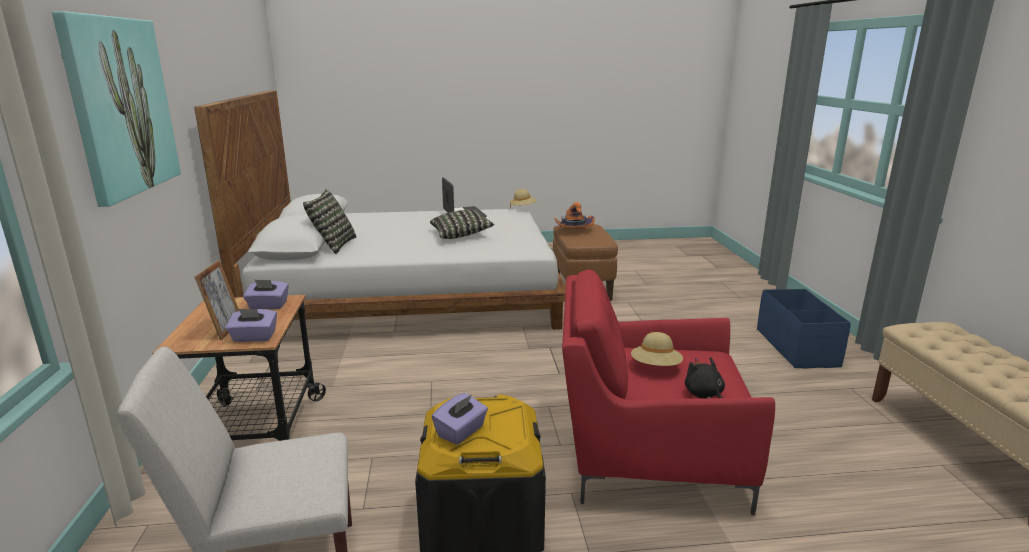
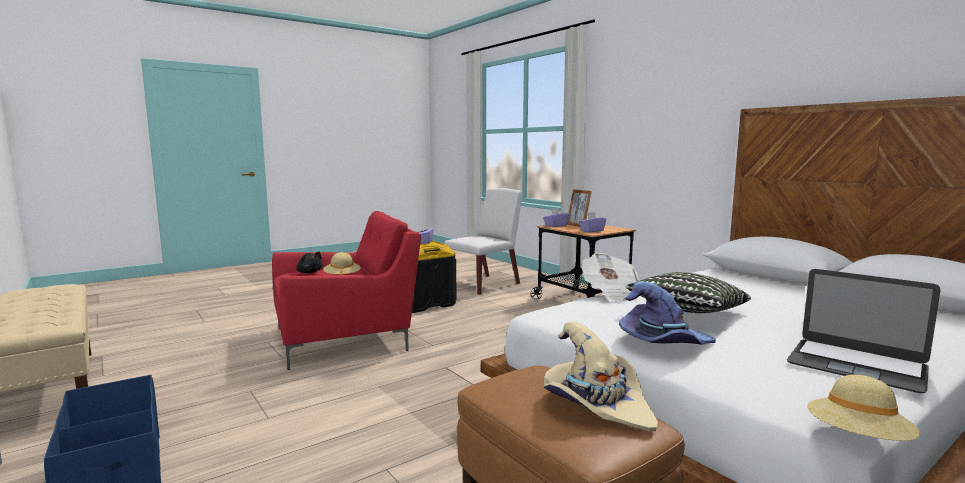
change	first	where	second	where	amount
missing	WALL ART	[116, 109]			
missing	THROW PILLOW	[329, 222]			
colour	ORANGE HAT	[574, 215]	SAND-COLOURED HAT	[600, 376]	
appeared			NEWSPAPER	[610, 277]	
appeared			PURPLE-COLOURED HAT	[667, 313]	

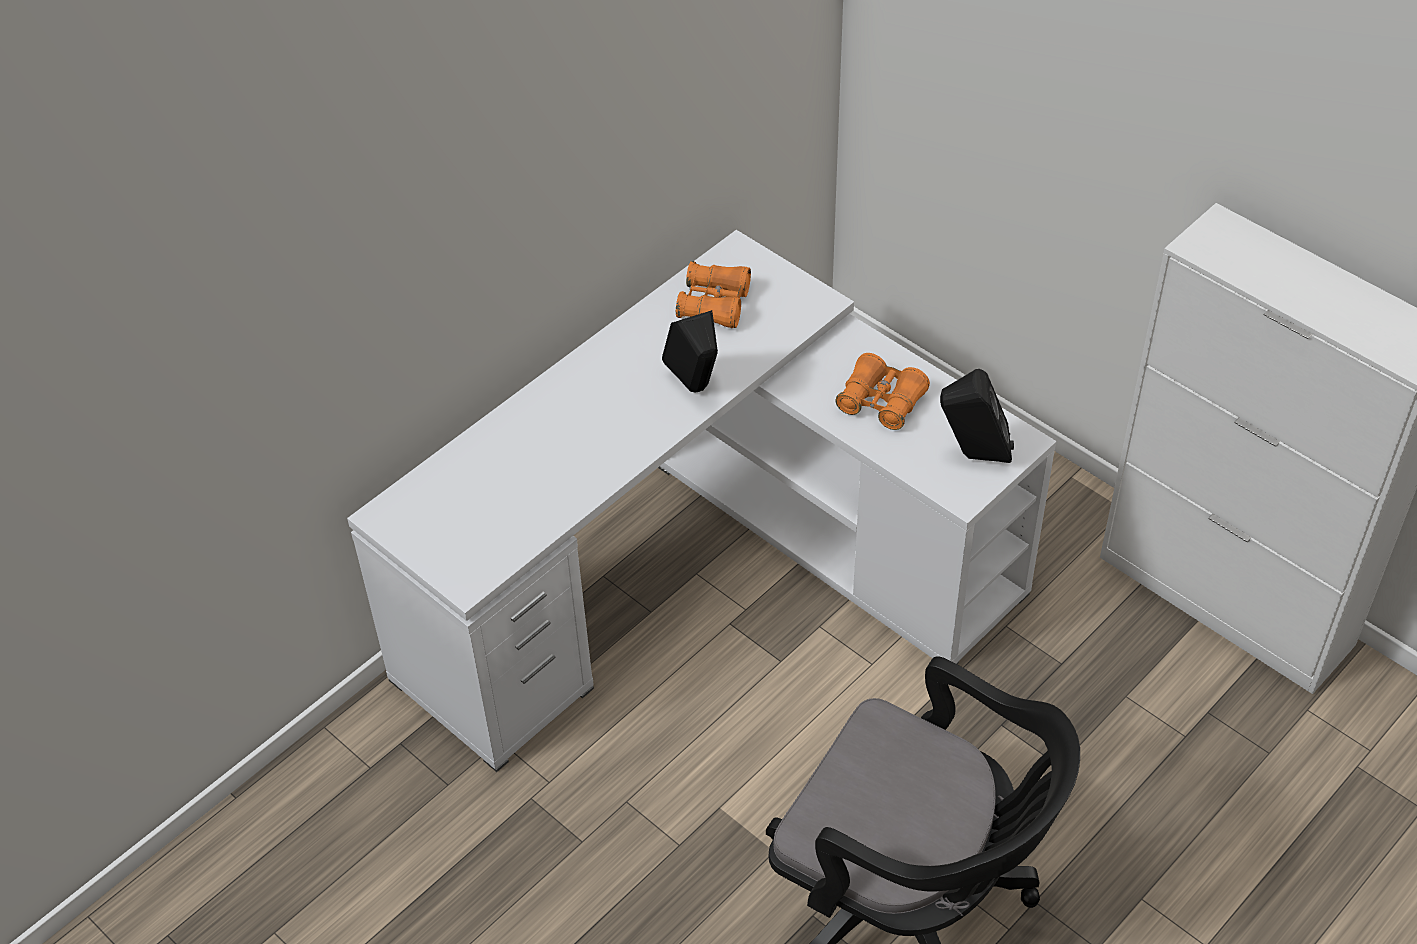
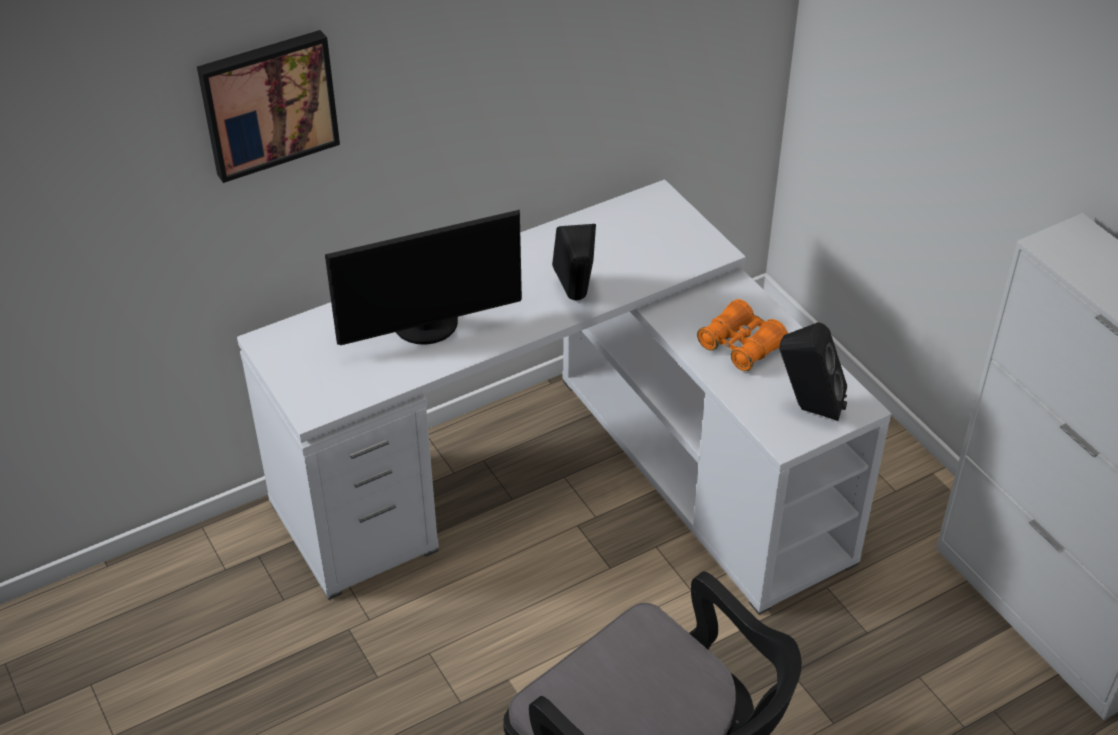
change	first	where	second	where	amount
missing	ORANGE PAIR OF BINOCULARS	[713, 294]			
appeared			WALL ART	[268, 106]	
appeared			COMPUTER DISPLAY	[423, 277]	

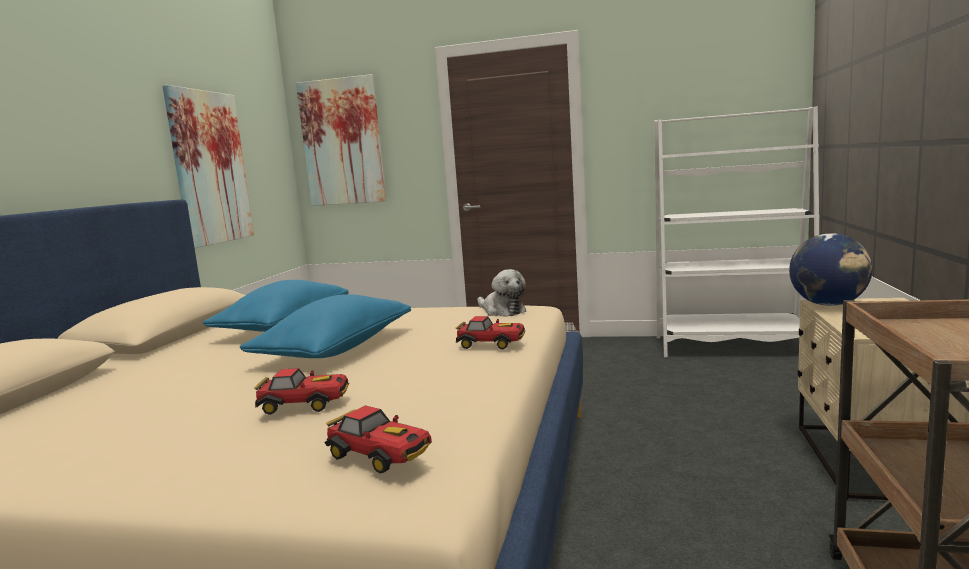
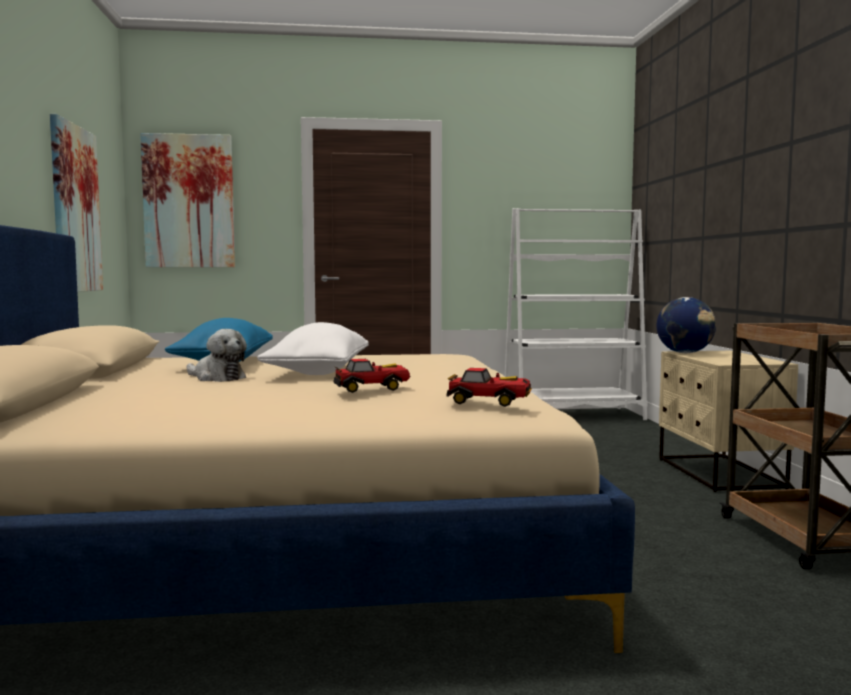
change	first	where	second	where	amount
colour	BLUE-COLOURED THROW PILLOW	[325, 326]	WHITISH THROW PILLOW	[313, 348]	
missing	MINIATURE CAR	[490, 333]			
relocated	CUDDLY TOY	[502, 293]		[217, 355]	

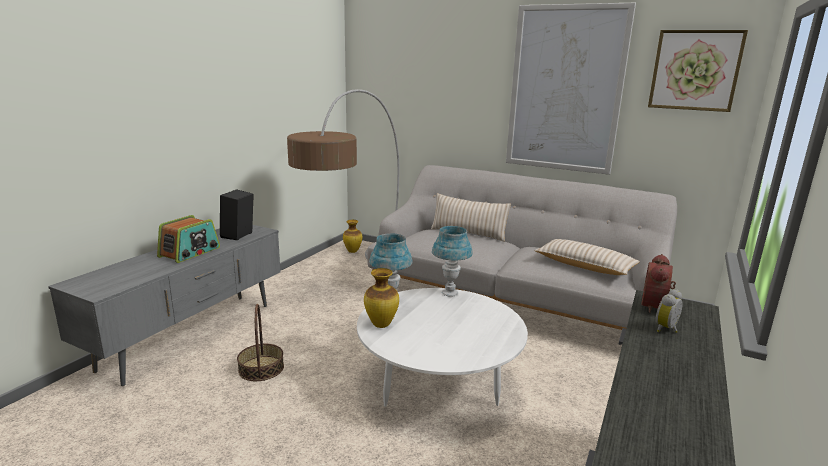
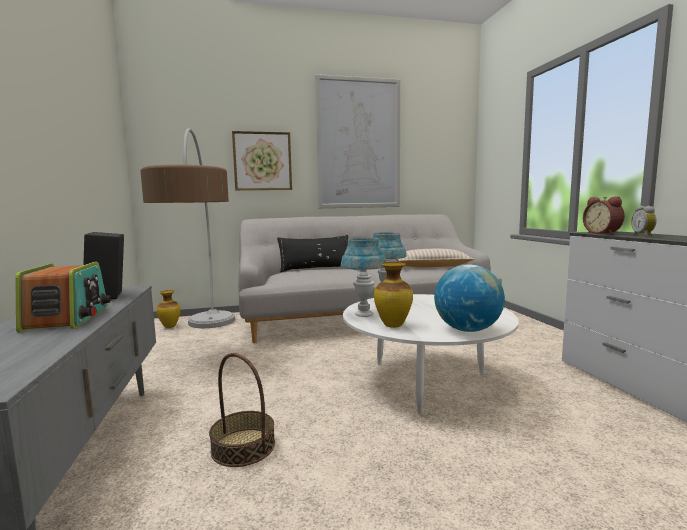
change	first	where	second	where	amount
colour	SAND-COLOURED THROW PILLOW	[471, 217]	BLACK THROW PILLOW	[312, 253]	
relocated	WALL ART	[698, 71]		[262, 160]	
appeared			DESK GLOBE	[469, 298]	

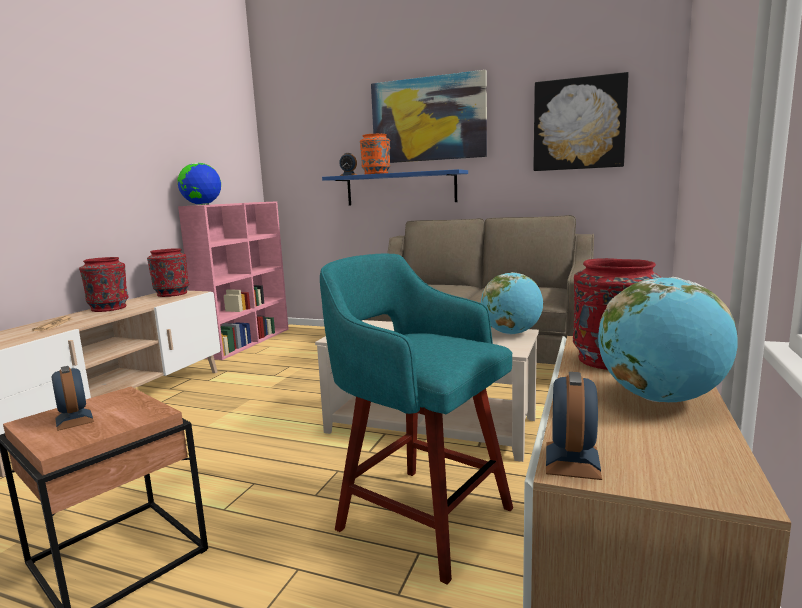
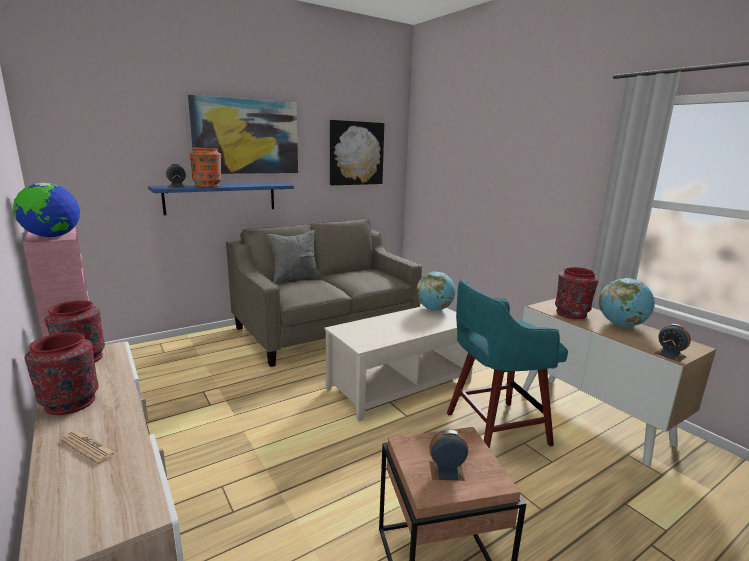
change	first	where	second	where	amount
appeared			GRAY THROW PILLOW	[294, 257]	

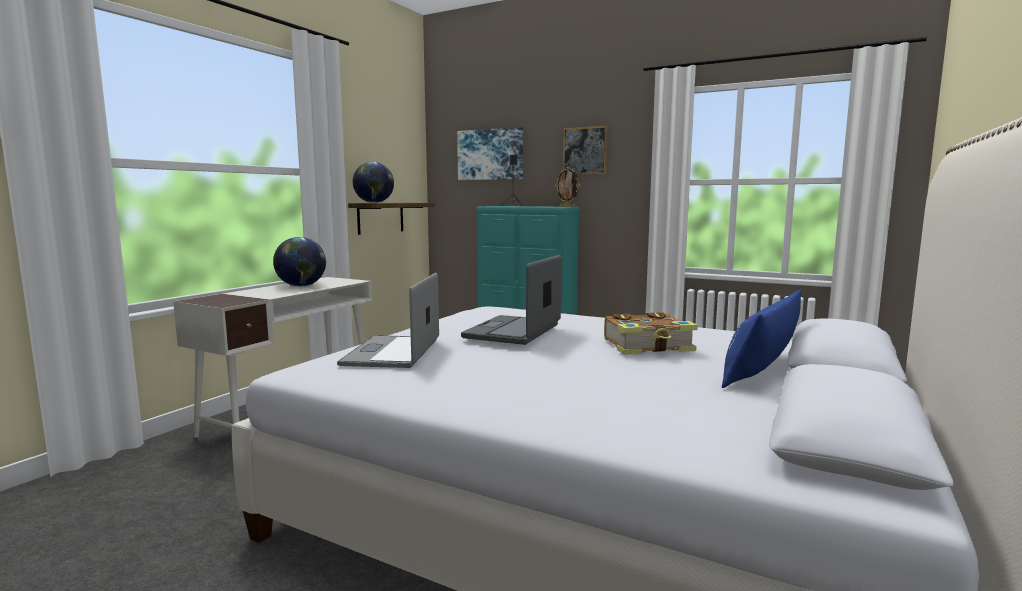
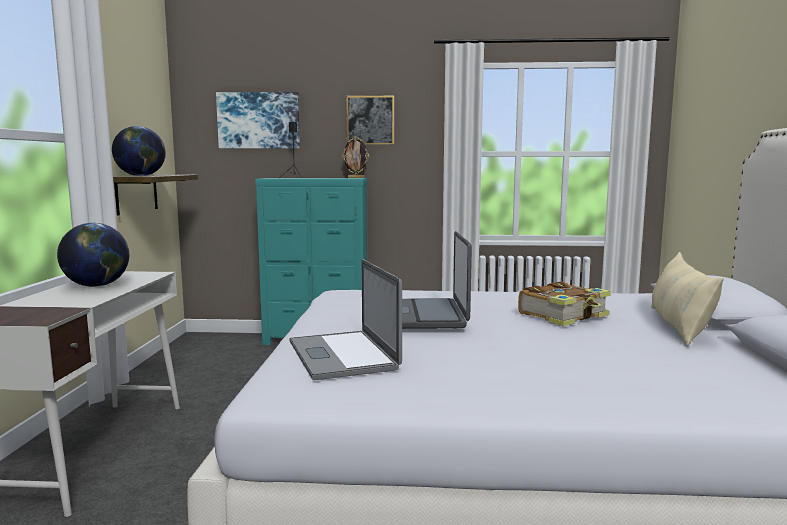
change	first	where	second	where	amount
colour	BLUE-COLOURED THROW PILLOW	[762, 338]	SAND-COLOURED THROW PILLOW	[687, 299]	

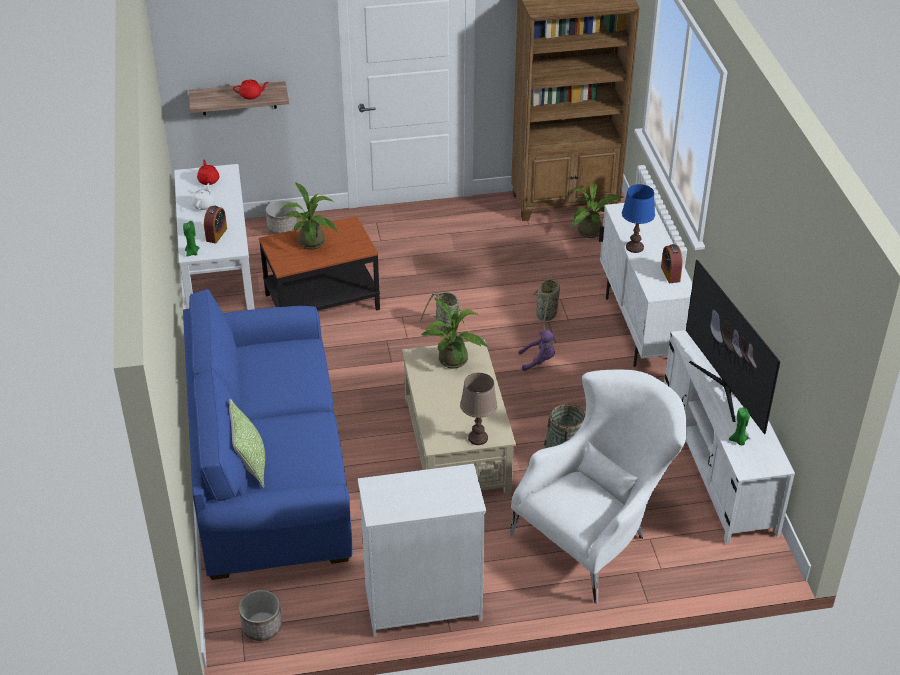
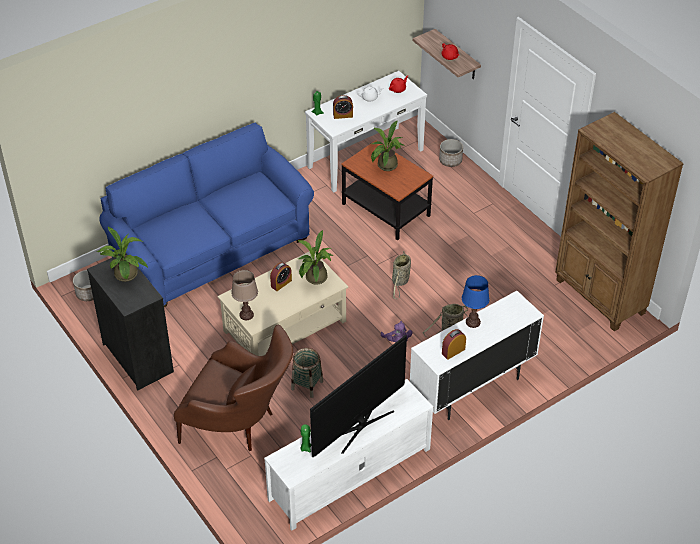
change	first	where	second	where	amount
missing	THROW PILLOW	[247, 443]			
colour	WHITISH DRESSER	[422, 550]	BLACK DRESSER	[130, 322]	
colour	WHITISH LOUNGE CHAIR	[598, 487]	BROWN-COLOURED LOUNGE CHAIR	[233, 388]	
relocated	POTTED PLANT	[598, 211]		[122, 254]	
appeared			BEDSIDE CLOCK	[281, 276]	

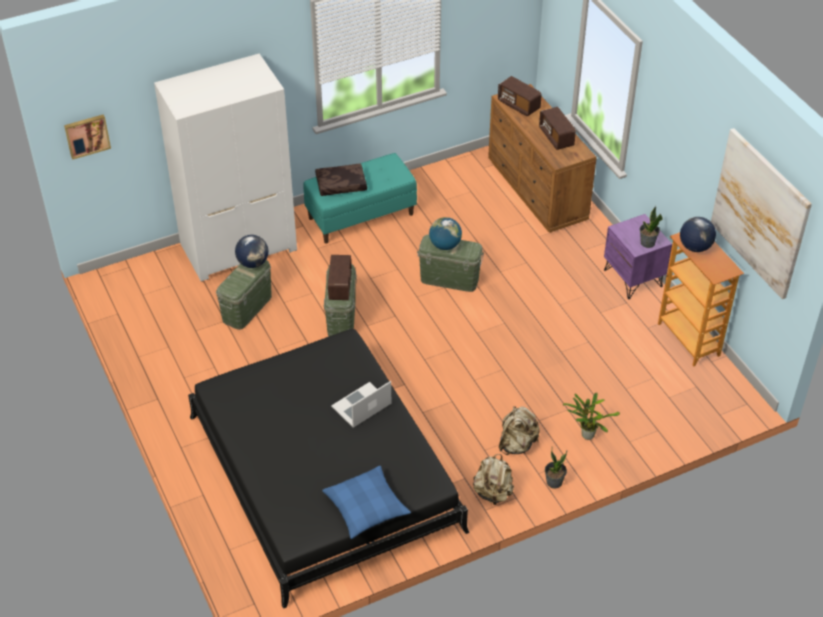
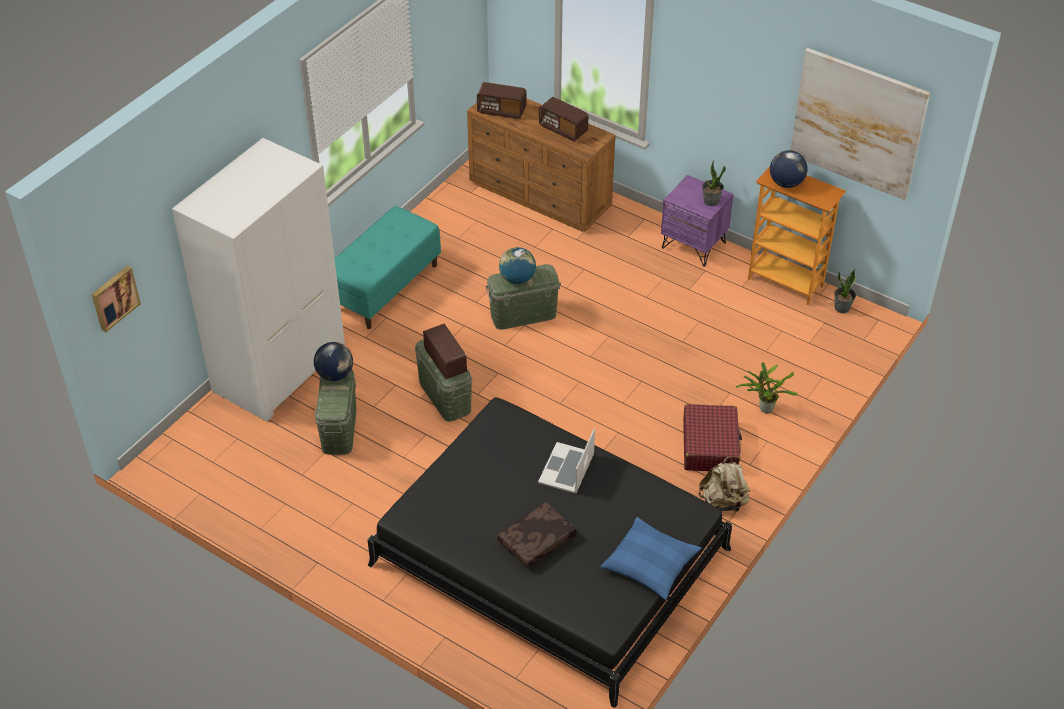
change	first	where	second	where	amount
relocated	BROWN-COLOURED THROW PILLOW	[341, 180]		[537, 535]	
exchanged	SAND-COLOURED RUCKSACK	[519, 430]	RED-COLOURED SUITCASE	[712, 437]	
relocated	POTTED PLANT	[556, 468]		[845, 291]	

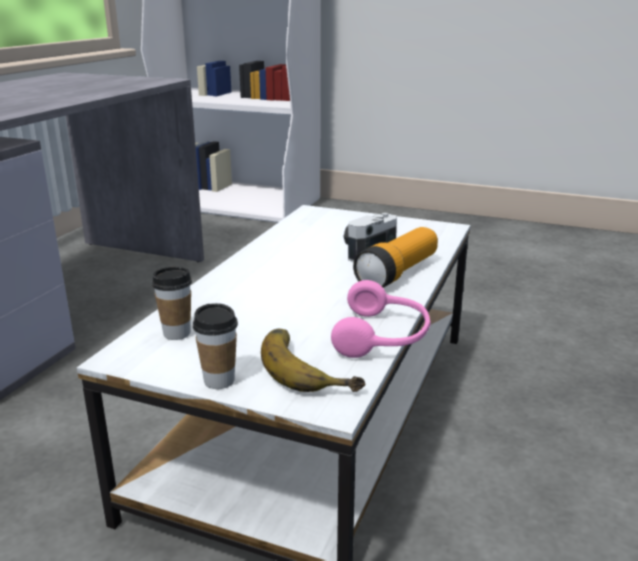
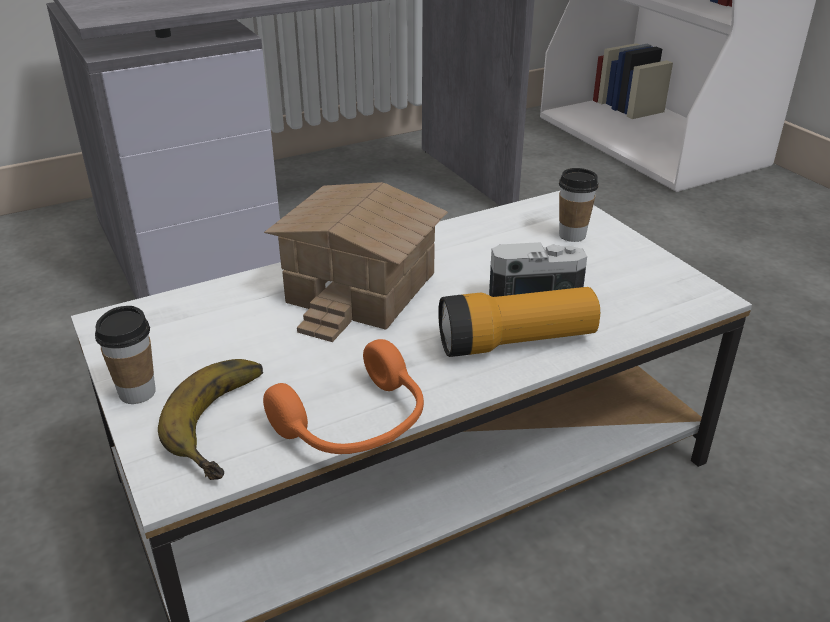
change	first	where	second	where	amount
relocated	SMALL CUP	[172, 303]		[578, 205]	
colour	PINKISH HEADSET	[381, 319]	ORANGE HEADSET	[343, 396]	
appeared			TOY HOUSE	[356, 262]	

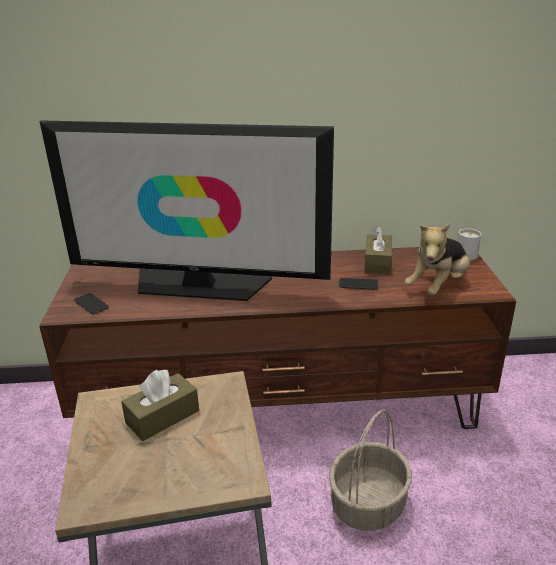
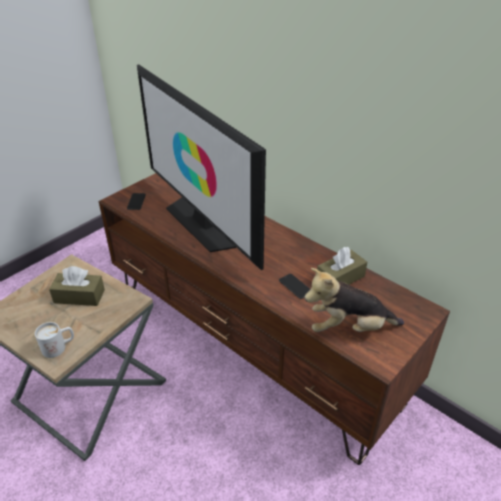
change	first	where	second	where	amount
missing	HOUSEHOLD BASKET	[370, 470]			
relocated	WHITISH COFFEE MUG	[469, 245]		[54, 340]	

